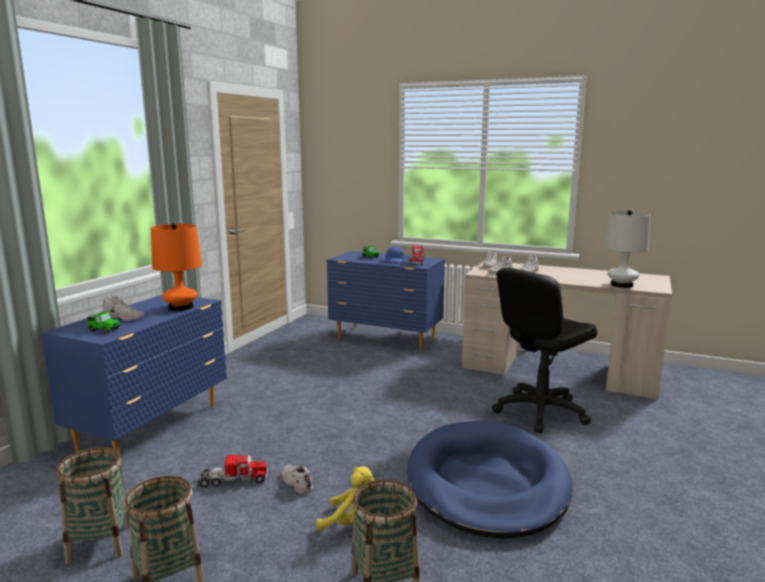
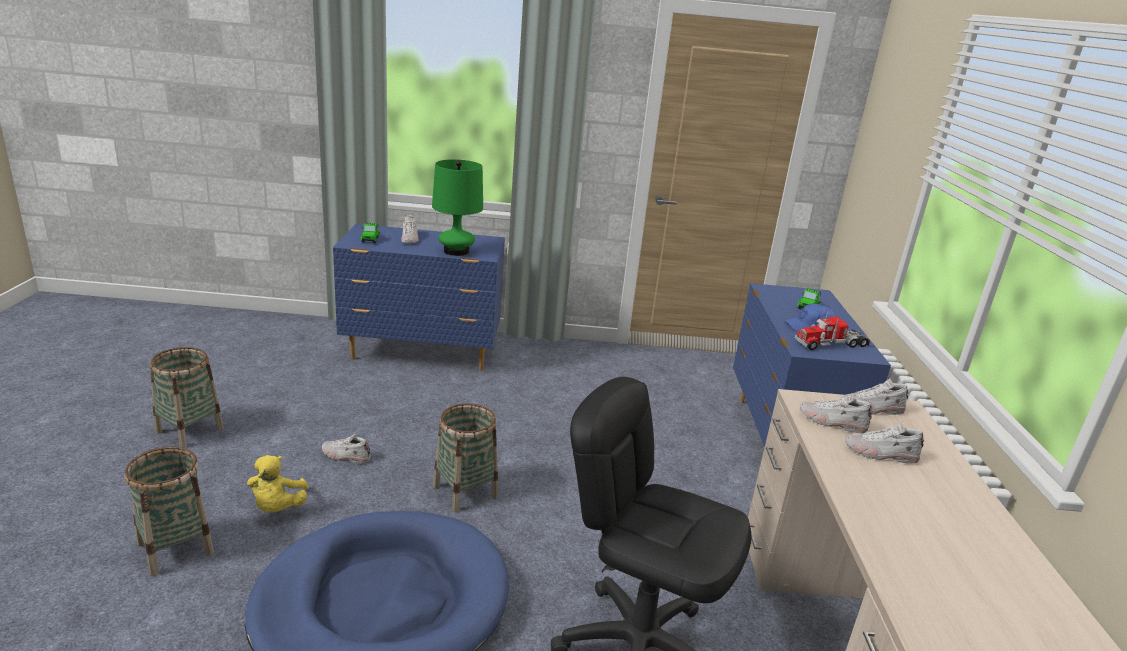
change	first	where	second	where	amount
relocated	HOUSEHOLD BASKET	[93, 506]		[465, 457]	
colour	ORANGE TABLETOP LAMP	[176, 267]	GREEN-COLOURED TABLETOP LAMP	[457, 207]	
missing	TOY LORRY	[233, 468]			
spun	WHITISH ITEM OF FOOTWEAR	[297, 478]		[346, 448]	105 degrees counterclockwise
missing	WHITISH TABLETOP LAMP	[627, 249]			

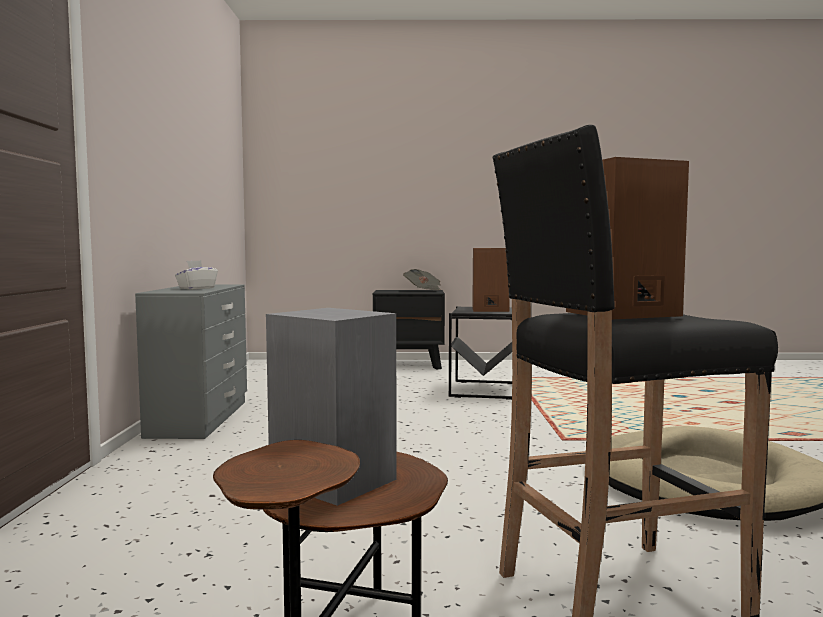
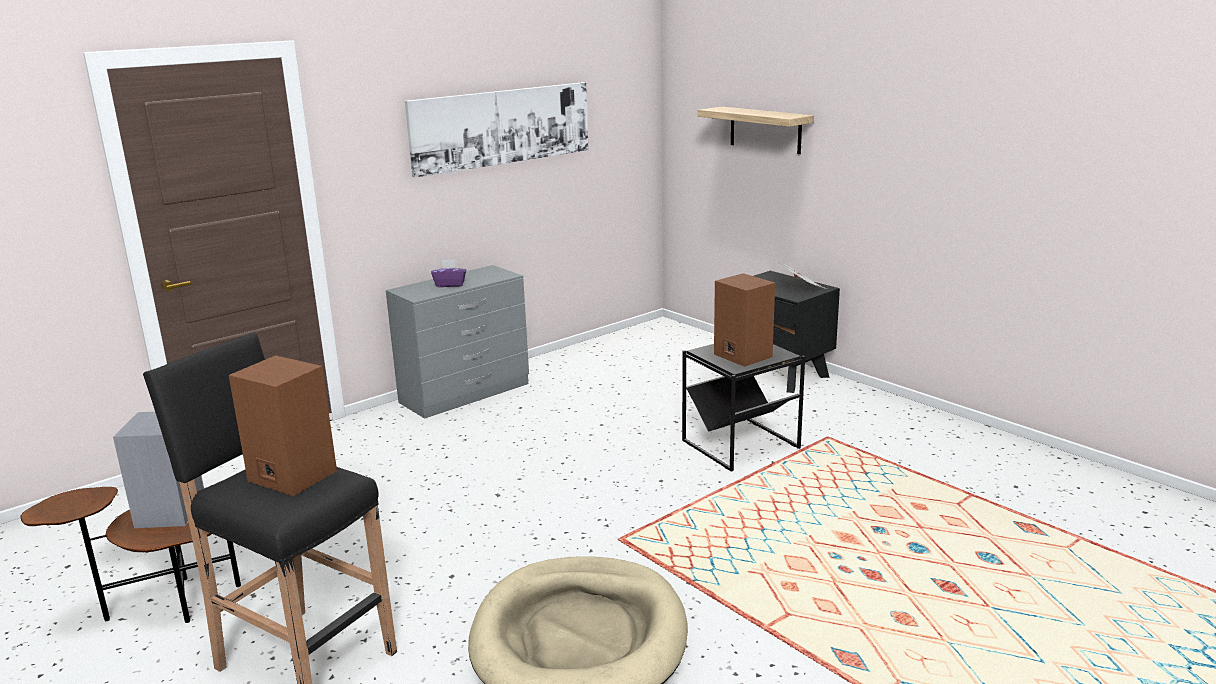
change	first	where	second	where	amount
colour	WHITISH TISSUE HOLDER	[196, 274]	PURPLE-COLOURED TISSUE HOLDER	[448, 273]	
appeared			WALL ART	[497, 130]	
appeared			SHELF	[756, 130]	

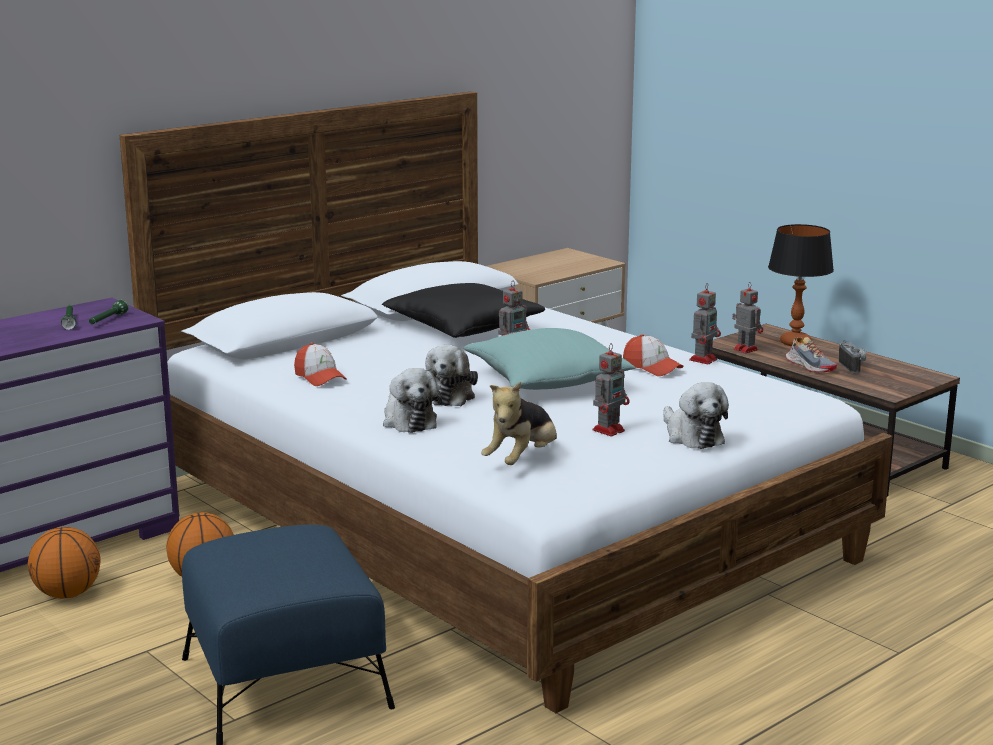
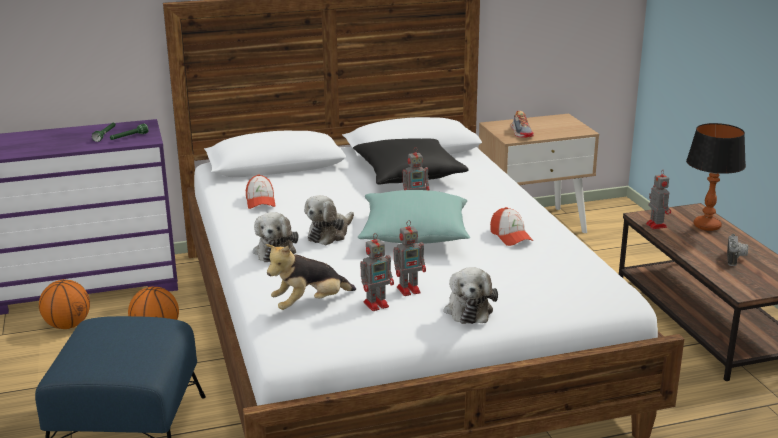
change	first	where	second	where	amount
relocated	MODEL ROBOT	[705, 323]		[377, 272]	
relocated	ITEM OF FOOTWEAR	[811, 355]		[522, 124]	

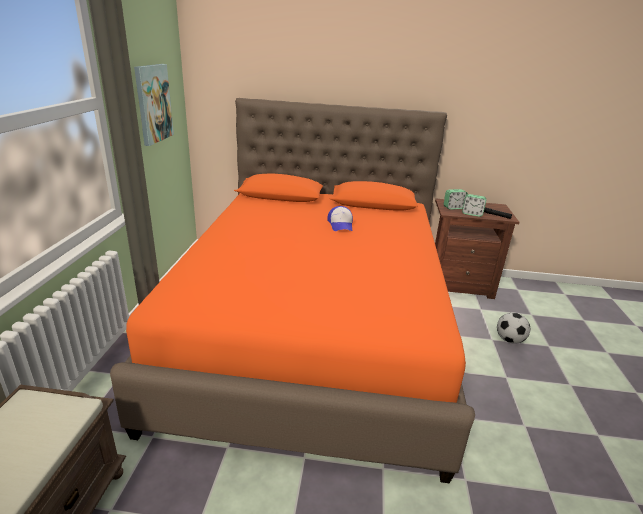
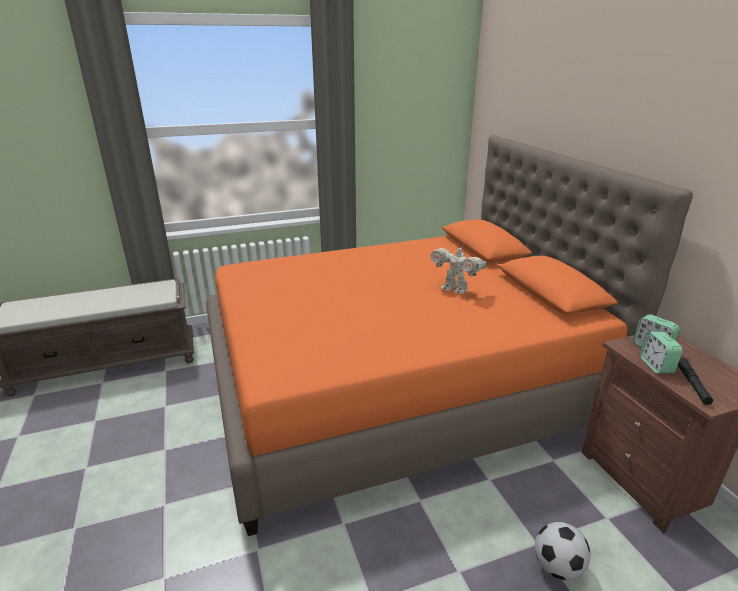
change	first	where	second	where	amount
missing	WALL ART	[154, 105]			
exchanged	BASEBALL CAP	[340, 218]	MODEL ROBOT	[458, 269]	

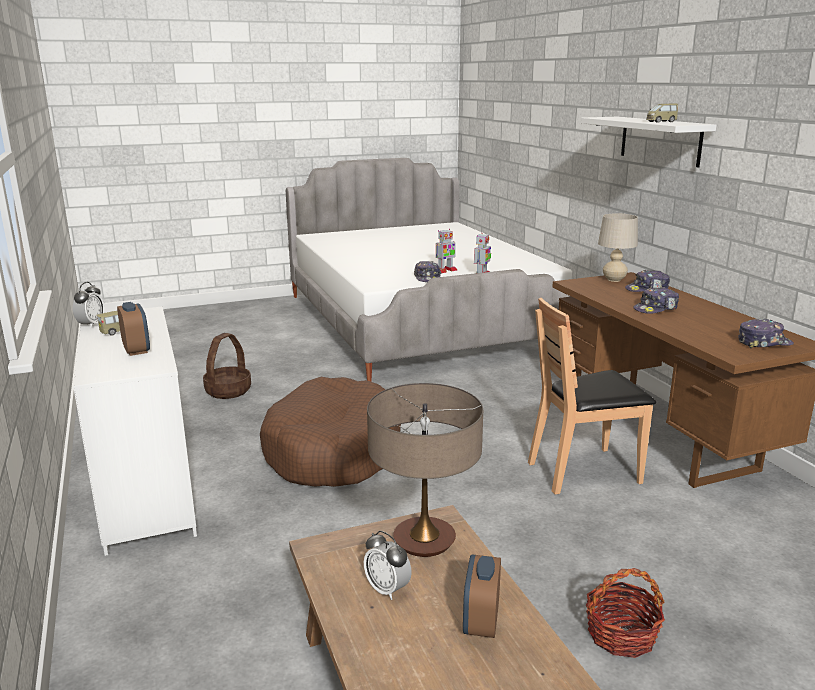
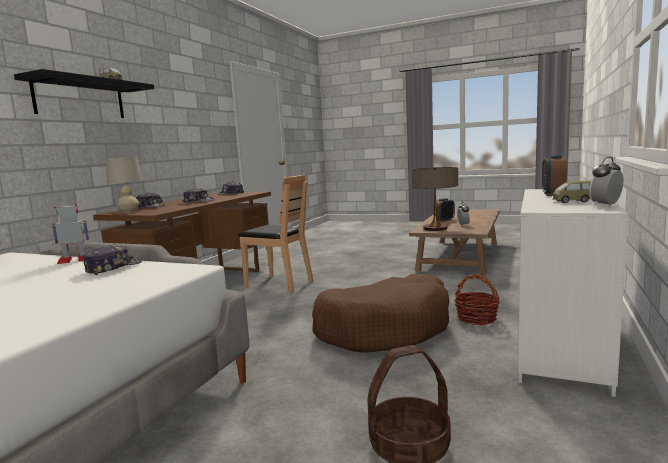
change	first	where	second	where	amount
missing	MODEL ROBOT	[446, 251]			
colour	WHITISH SHELF	[648, 142]	BLACK SHELF	[84, 93]	
relocated	HOUSEHOLD BASKET	[625, 613]		[476, 299]	

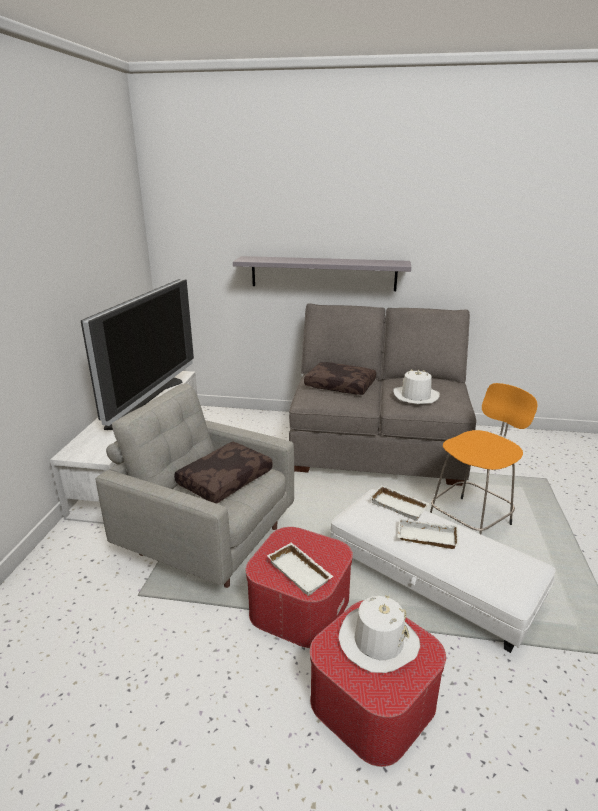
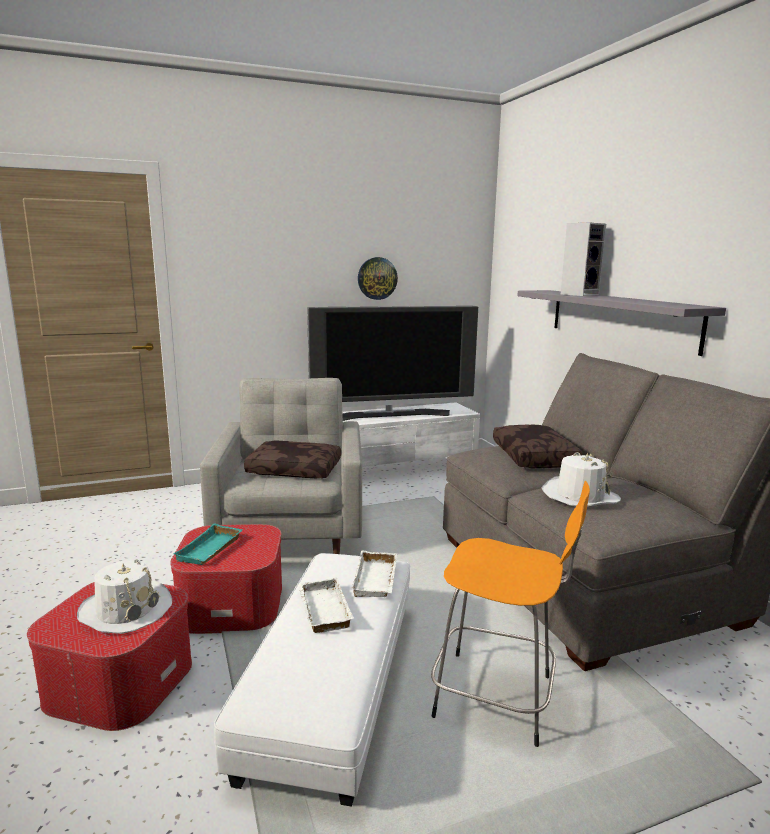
change	first	where	second	where	amount
colour	WHITISH SERVING TRAY	[300, 569]	BLUE-GREEN SERVING TRAY	[208, 544]	
appeared			WALL CLOCK	[378, 278]	
appeared			AUDIO SPEAKER	[583, 259]	

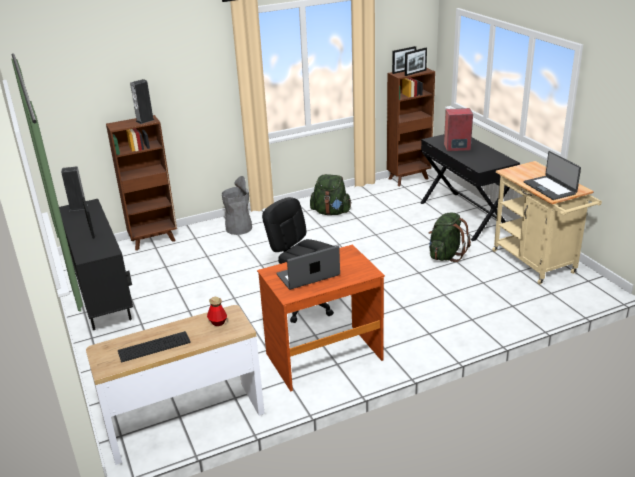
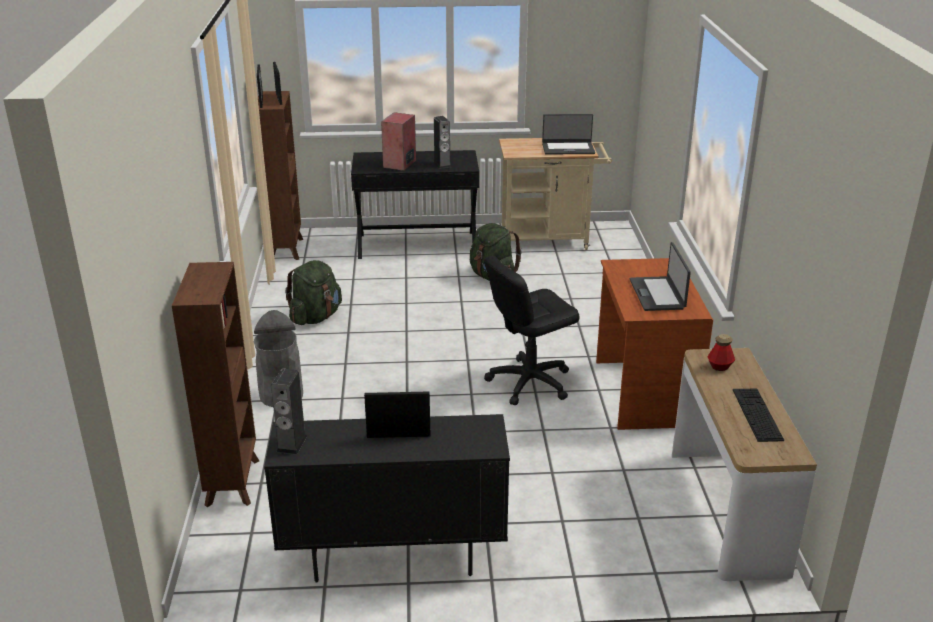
change	first	where	second	where	amount
relocated	AUDIO SPEAKER	[142, 101]		[442, 142]	

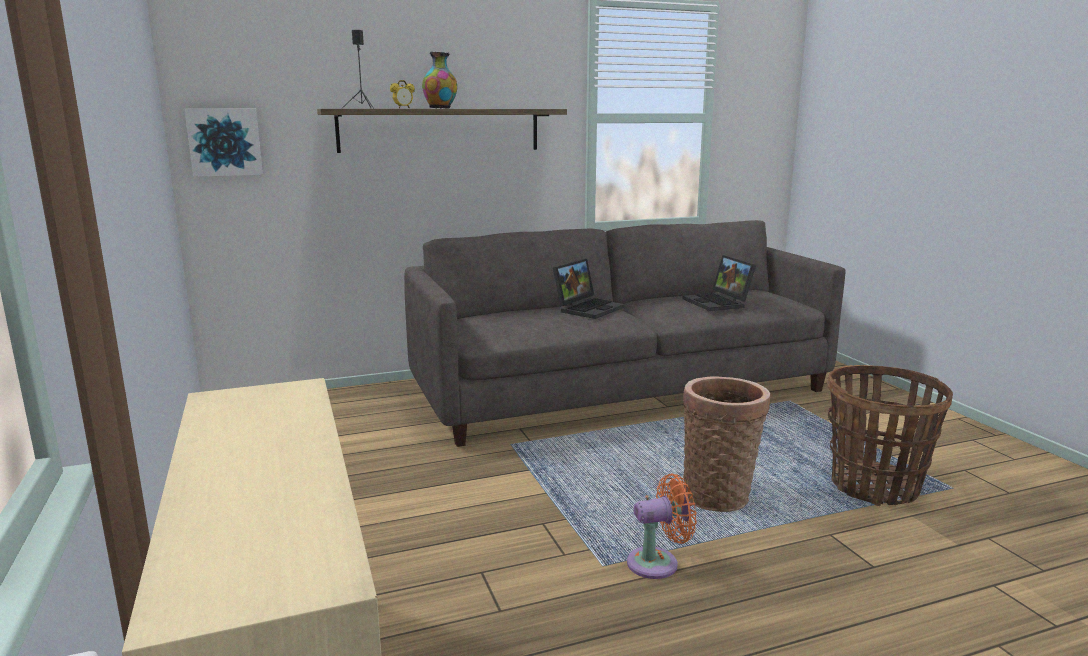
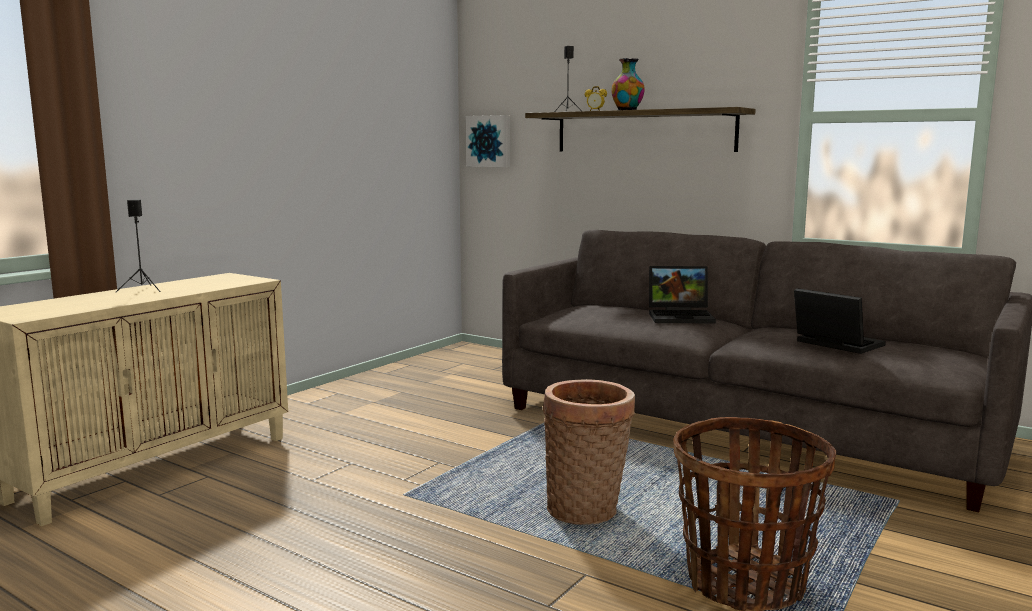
change	first	where	second	where	amount
missing	ORANGE ELECTRIC FAN	[662, 526]			
spun	NOTEBOOK COMPUTER	[719, 283]		[840, 321]	105 degrees clockwise
appeared			BLACK AUDIO SPEAKER	[138, 246]	

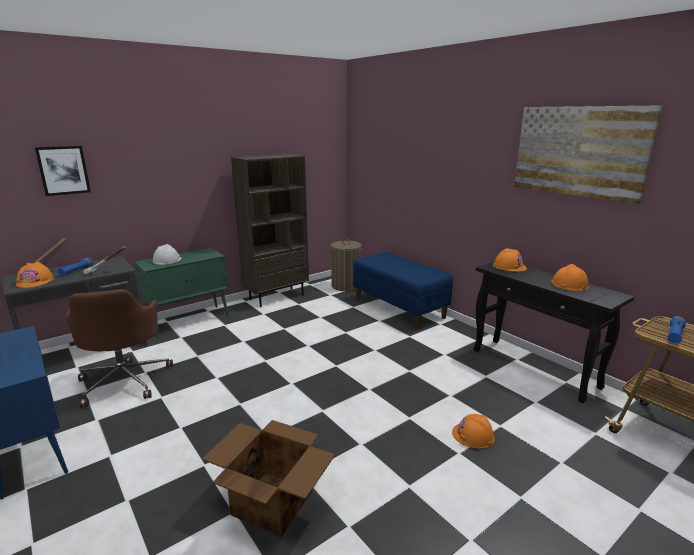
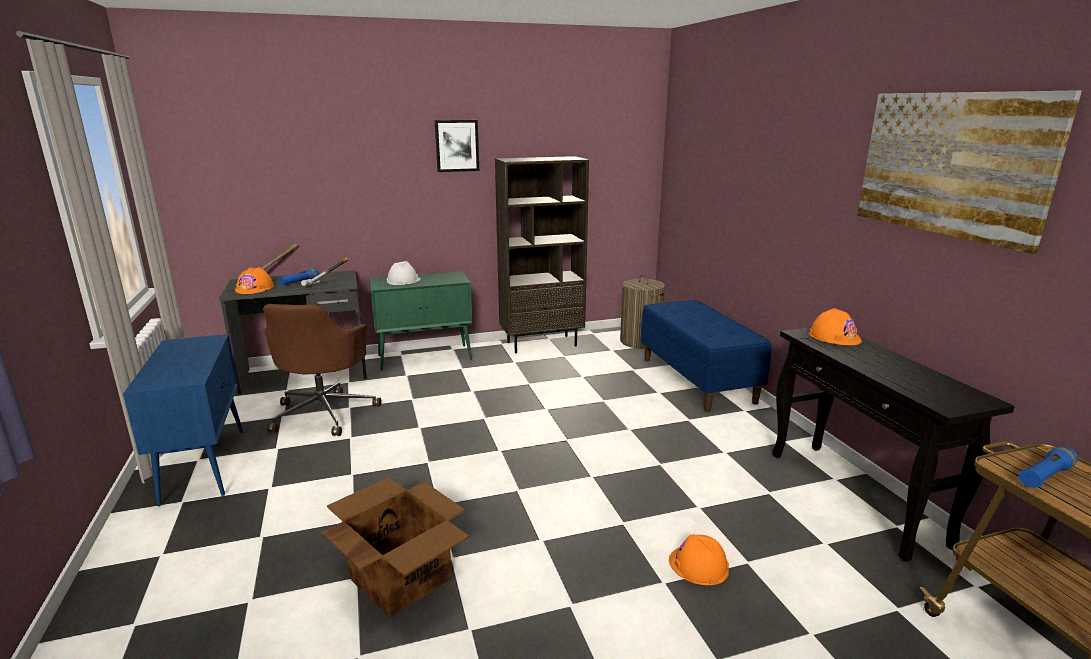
change	first	where	second	where	amount
relocated	WALL ART	[62, 171]		[457, 146]	
missing	ORANGE WORK HELMET	[570, 277]			

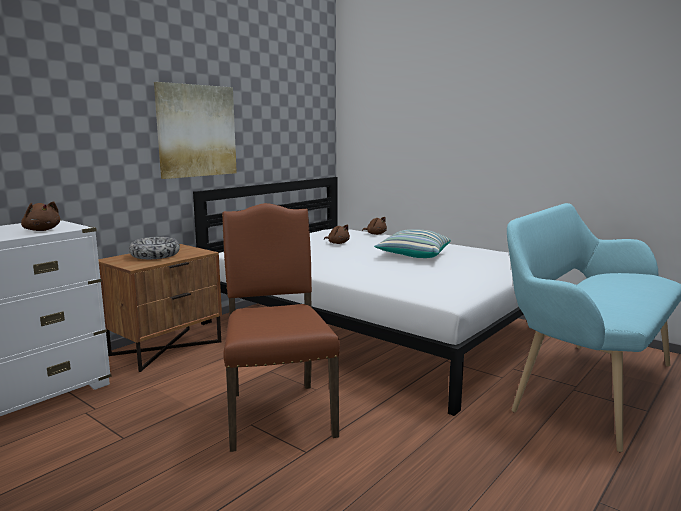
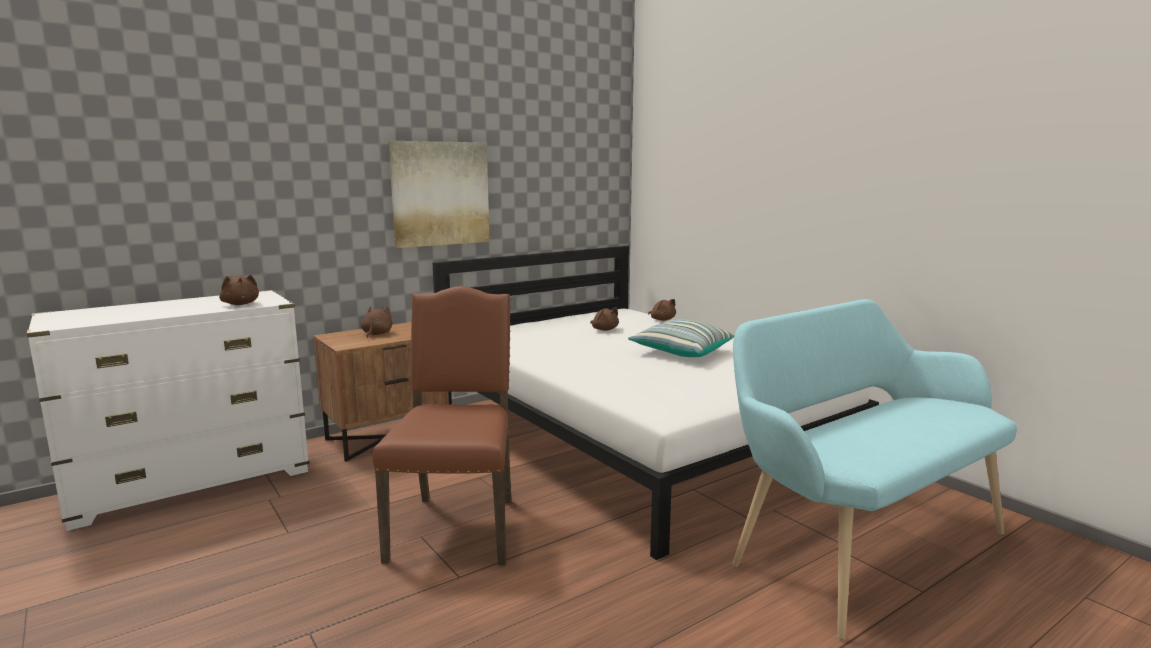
change	first	where	second	where	amount
exchanged	DEEP DISH	[154, 248]	BROWN-COLOURED CUDDLY TOY	[377, 322]	

